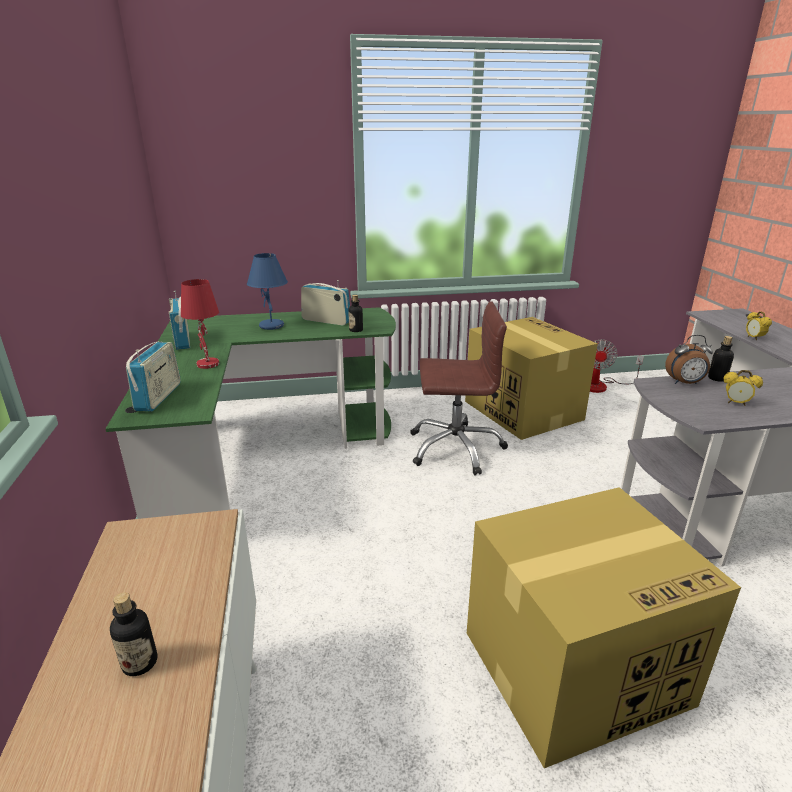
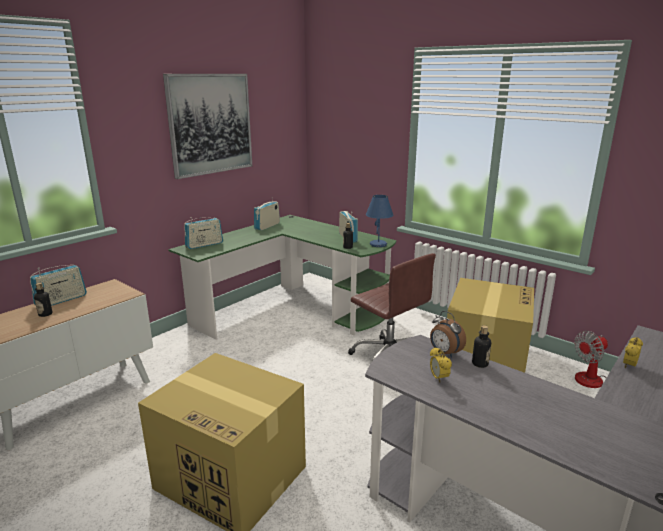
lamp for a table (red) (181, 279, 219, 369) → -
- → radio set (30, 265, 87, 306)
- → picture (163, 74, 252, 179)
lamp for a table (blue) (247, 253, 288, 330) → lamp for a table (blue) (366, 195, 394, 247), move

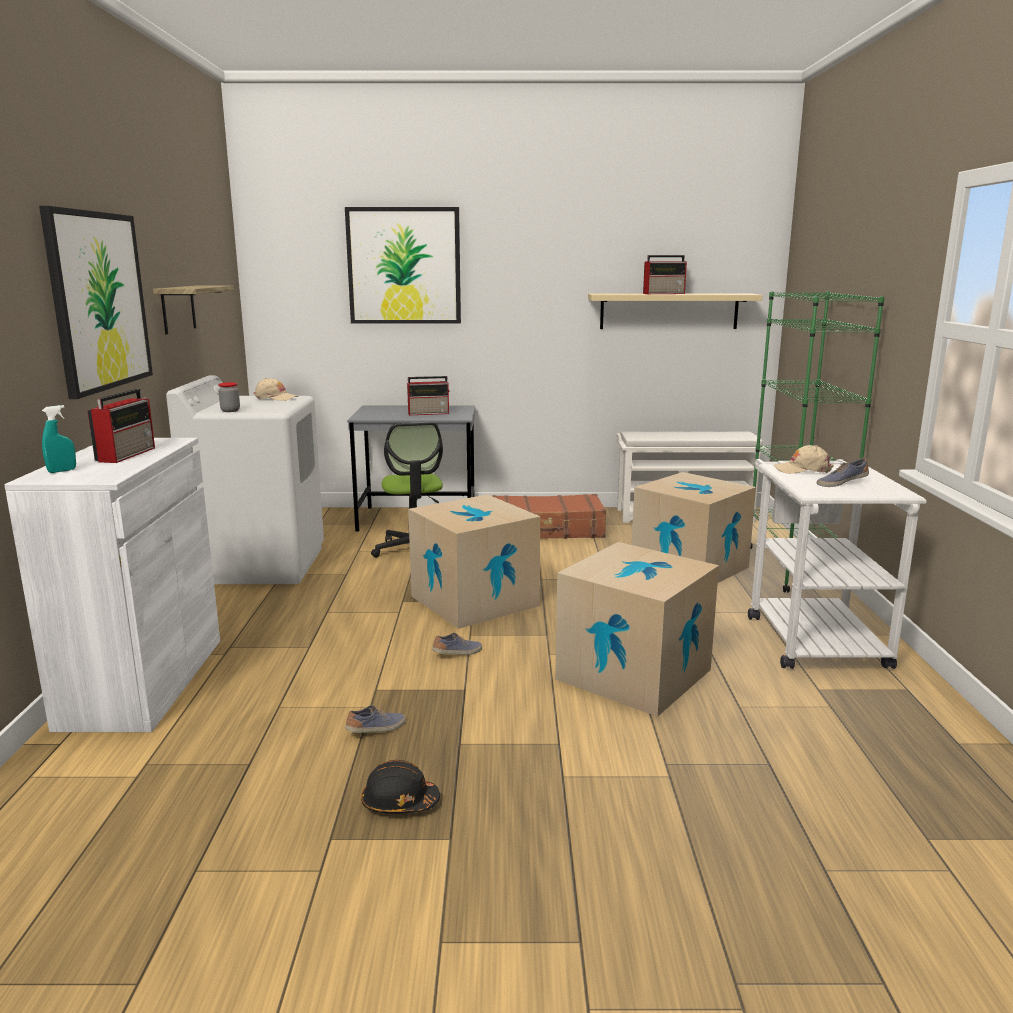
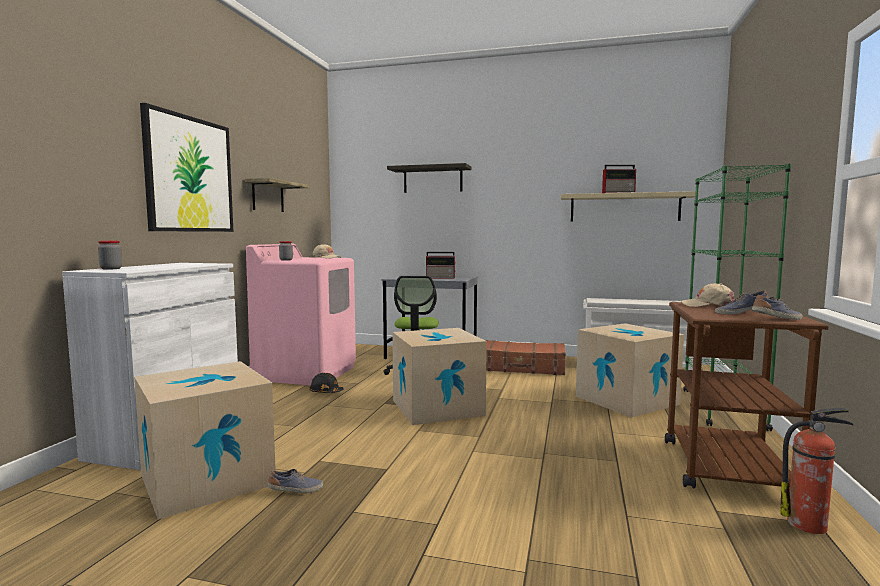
radio set (87, 389, 155, 463) → -
- → fire-fighting cylinder (780, 408, 853, 534)
safety helmet (black-coloured) (361, 760, 440, 814) → safety helmet (black-coloured) (309, 373, 344, 393), move
item of footwear (432, 633, 482, 655) → item of footwear (752, 295, 803, 320), move
packing box (555, 542, 719, 717) → packing box (134, 361, 276, 519), move
spray bottle (blue-green) (42, 405, 76, 473) → jar (98, 241, 122, 270)
picture (345, 207, 461, 324) → wall shelf (387, 163, 471, 193)
washing machine (white-coloured) (166, 376, 324, 584) → washing machine (pinkish) (246, 244, 356, 386)
trolley (white-coloured) (748, 459, 927, 669) → trolley (brown) (665, 302, 828, 489)

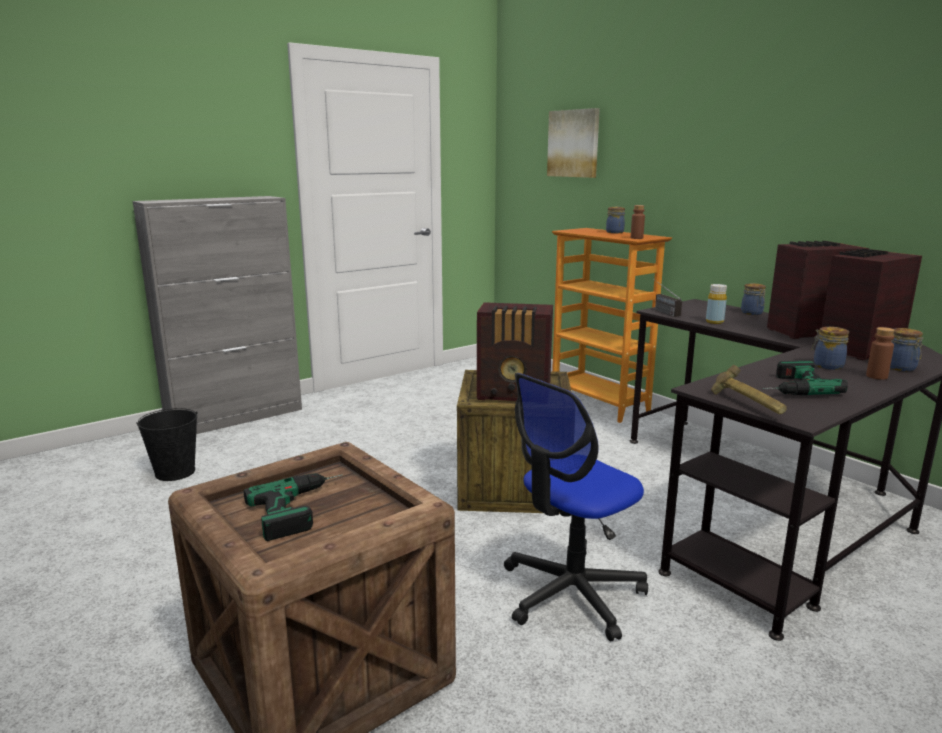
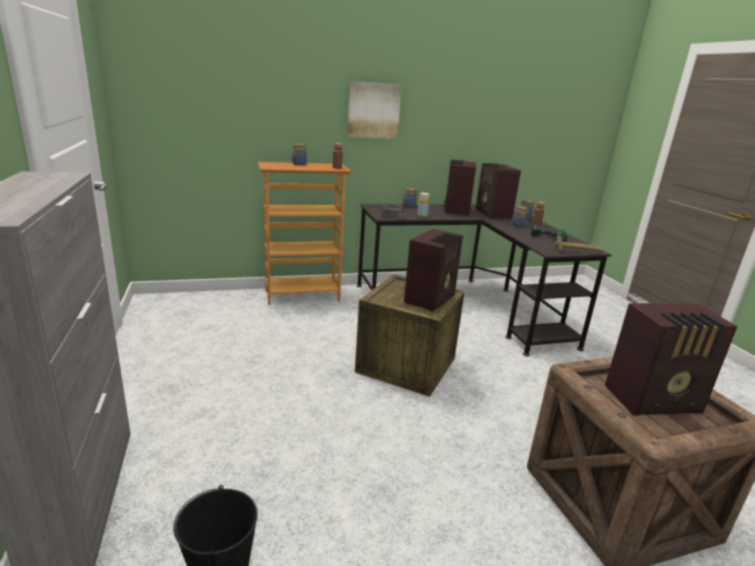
desk chair (504, 373, 648, 641) → -
picture (547, 108, 600, 178) → picture (347, 81, 402, 139), move
drill (244, 473, 342, 541) → radio set (605, 303, 738, 416)

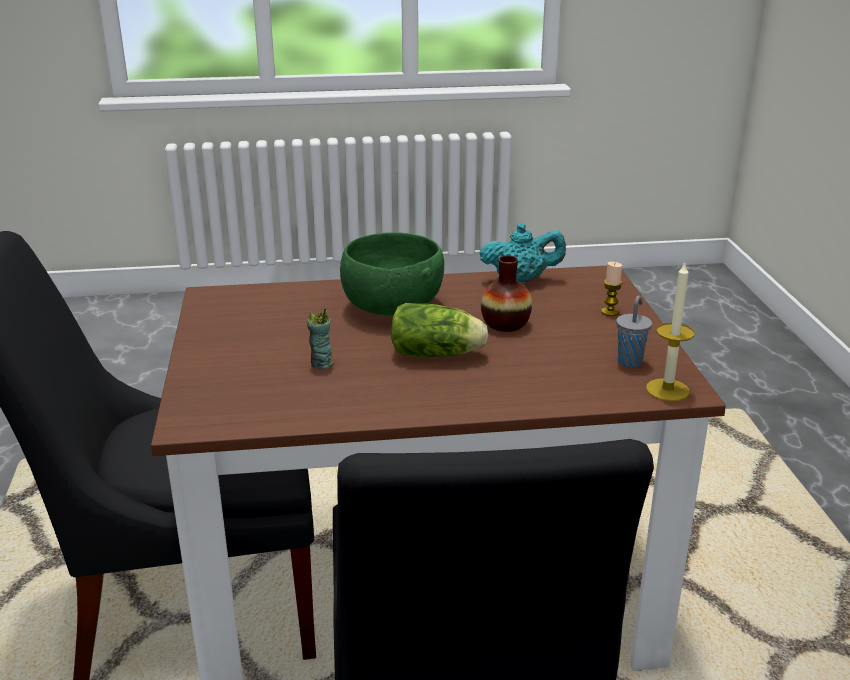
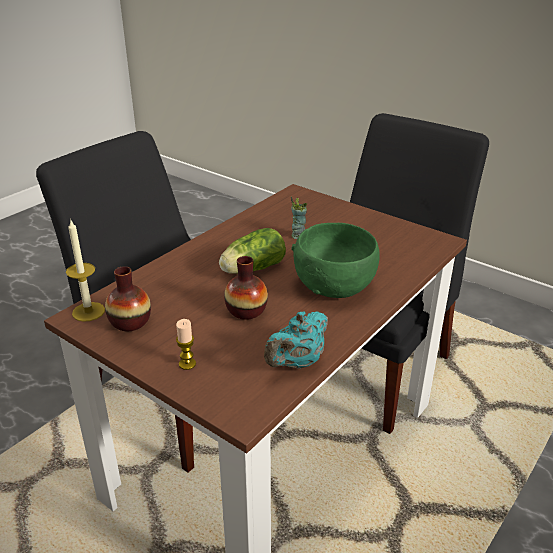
drinking cup (grey) (616, 296, 652, 368) → decorative vase (105, 266, 151, 331)

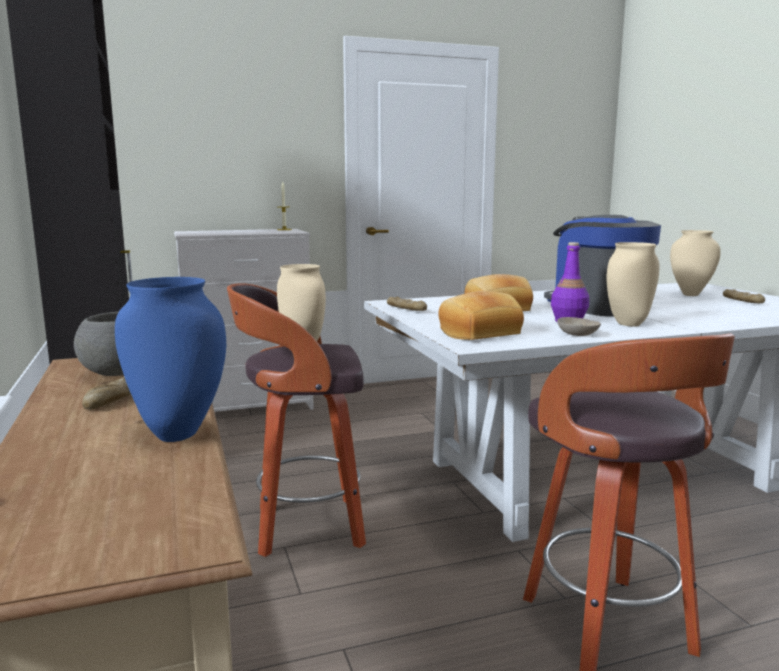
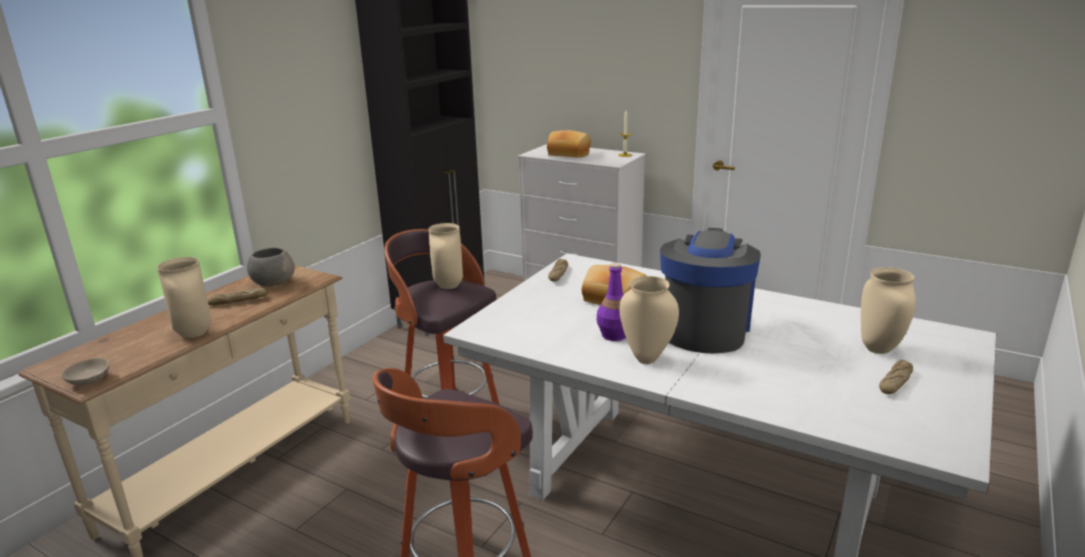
baked bread (438, 291, 524, 340) → baked bread (547, 130, 591, 158), move
bowl (beige) (557, 317, 601, 336) → bowl (beige) (61, 358, 109, 385), move
decorative vase (blue) (115, 277, 226, 442) → decorative vase (beige) (157, 257, 212, 338)

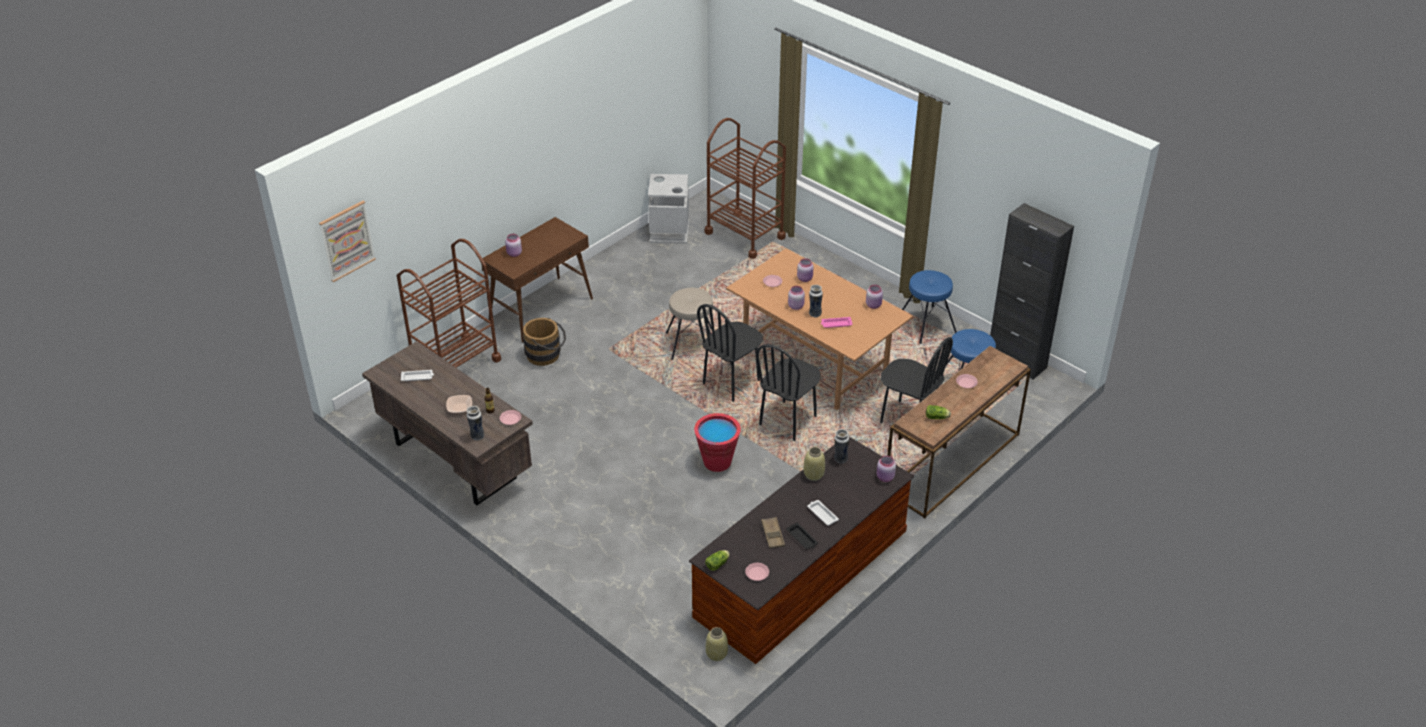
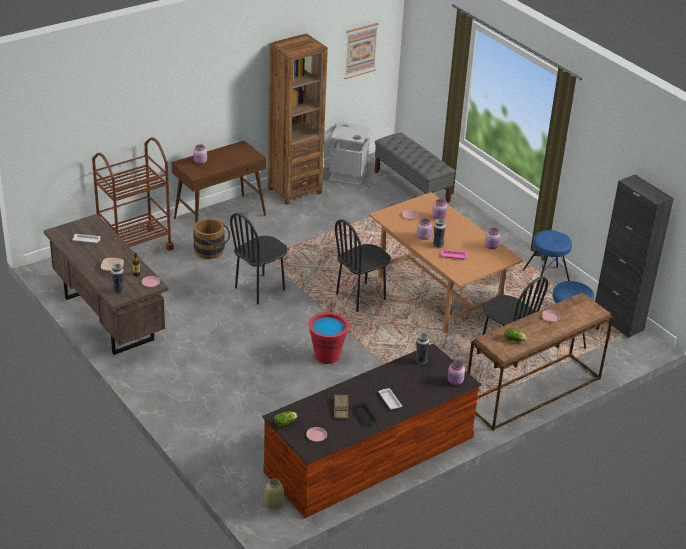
sitting stool (beige) (666, 288, 713, 360) → -
decorative vase (beige) (804, 447, 825, 481) → -
- → bookshelf (brown) (268, 33, 328, 205)
picture (319, 201, 376, 282) → picture (344, 23, 379, 79), move
chair (black-coloured) (756, 344, 821, 441) → chair (black-coloured) (230, 213, 288, 304), move
trolley (brown) (705, 118, 786, 259) → long seat (grey) (375, 133, 455, 203)

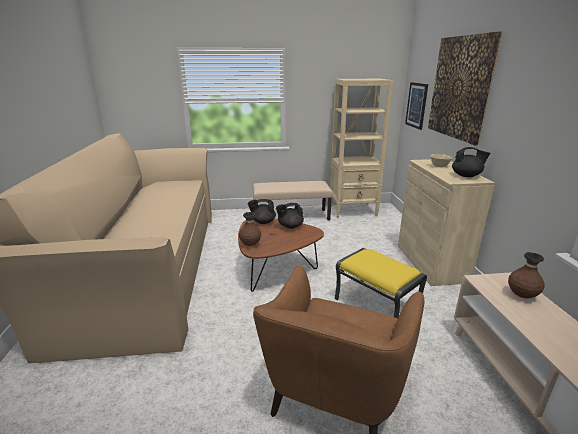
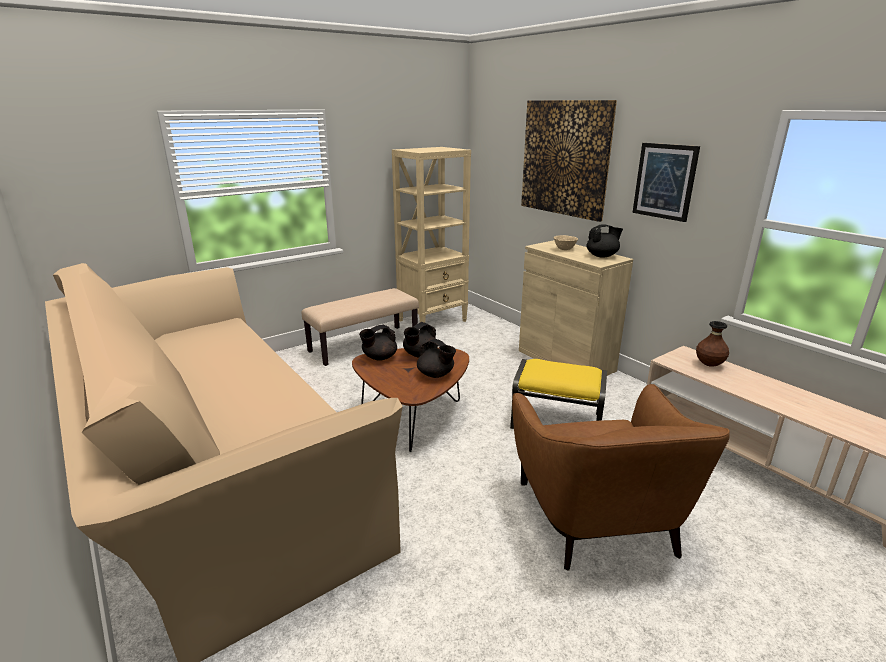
decorative vase (brown) (239, 212, 261, 246) → -
- → teapot (black-coloured) (417, 339, 456, 378)
picture (405, 82, 428, 130) → picture (632, 143, 700, 222), move

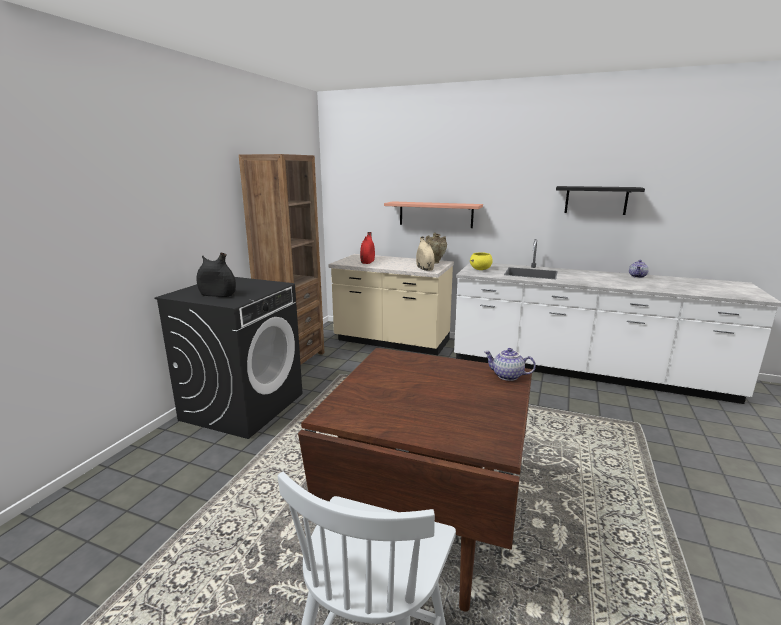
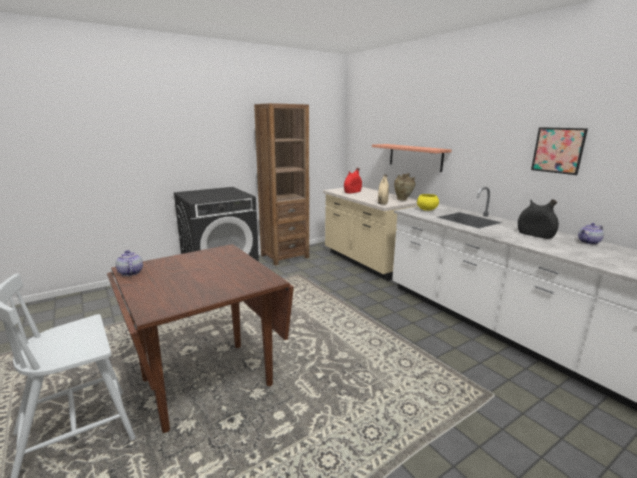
decorative vase (black-coloured) (196, 253, 236, 297) → decorative vase (black-coloured) (518, 199, 559, 239), move
teapot (484, 348, 536, 381) → teapot (116, 250, 143, 276), move
wall shelf (black-coloured) (556, 186, 645, 215) → picture (531, 127, 588, 175)

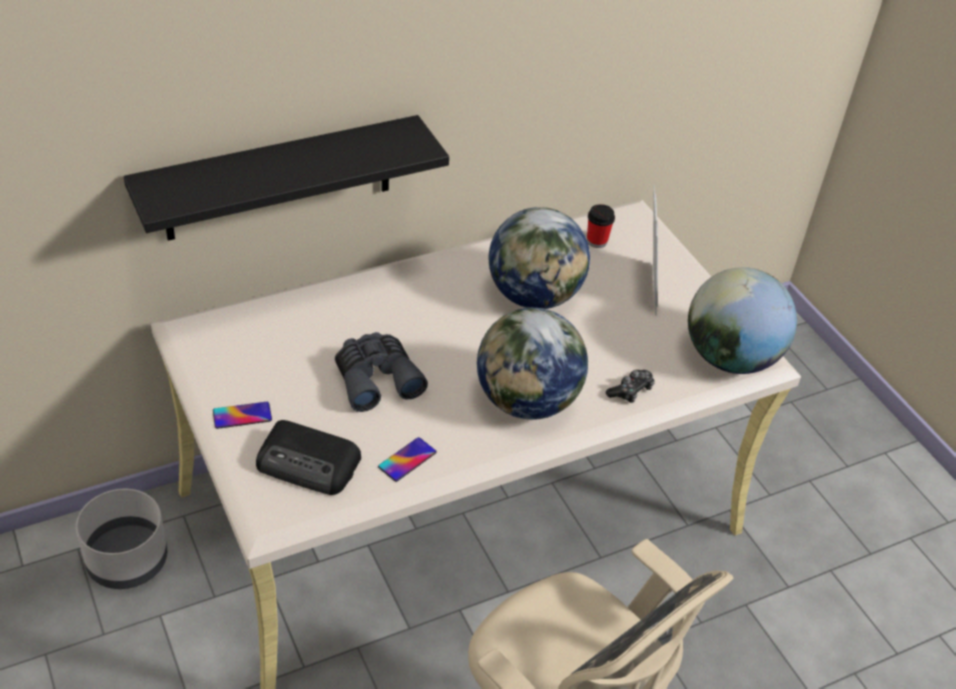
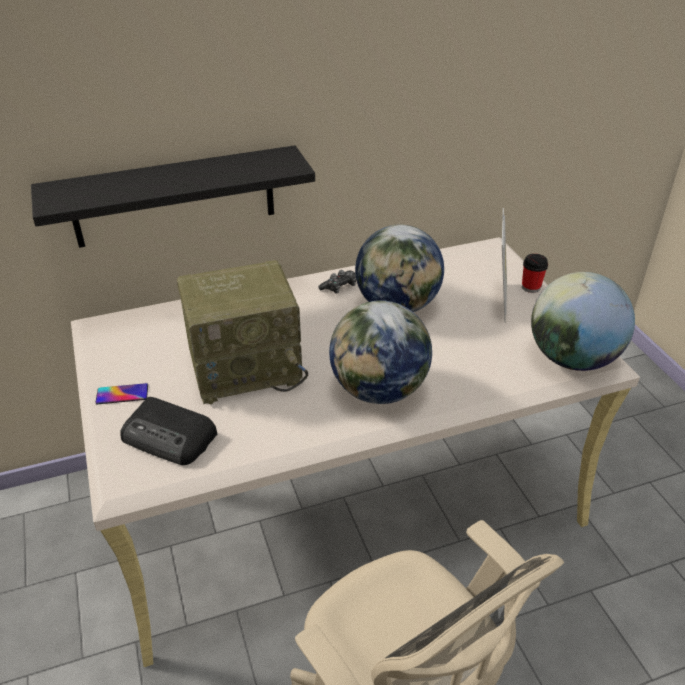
flower pot (grey) (76, 489, 167, 589) → -
phone (378, 437, 437, 482) → -
drinking cup (587, 204, 615, 248) → drinking cup (522, 254, 548, 293), move
gamepad (606, 370, 655, 403) → gamepad (318, 270, 356, 294), move
field glasses (grey) (335, 332, 428, 412) → radio set (177, 260, 308, 404)

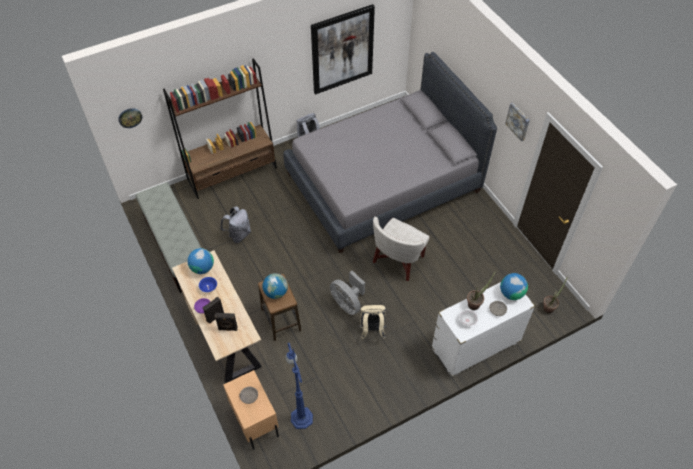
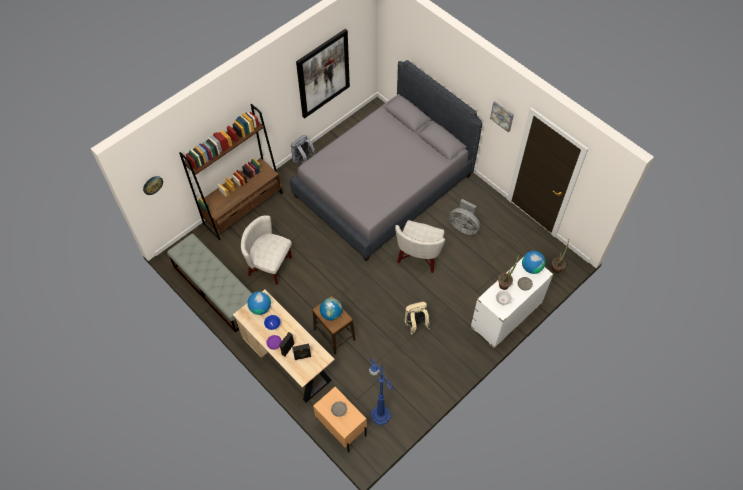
cooling fan (grey) (330, 271, 365, 315) → cooling fan (grey) (449, 199, 480, 235), move
knapsack (grey) (220, 206, 251, 243) → armchair (white-coloured) (241, 215, 292, 285)

